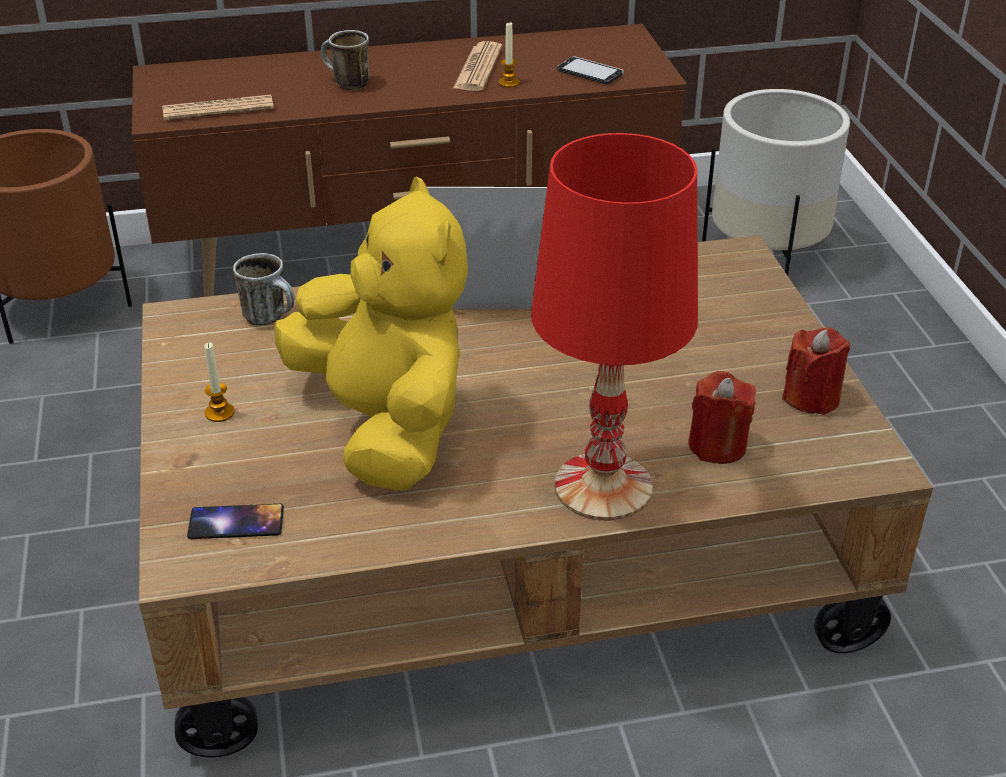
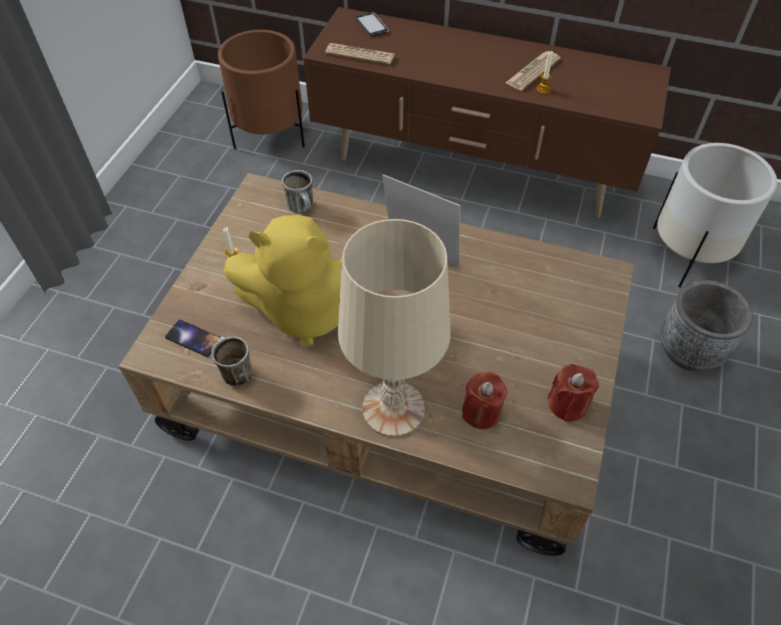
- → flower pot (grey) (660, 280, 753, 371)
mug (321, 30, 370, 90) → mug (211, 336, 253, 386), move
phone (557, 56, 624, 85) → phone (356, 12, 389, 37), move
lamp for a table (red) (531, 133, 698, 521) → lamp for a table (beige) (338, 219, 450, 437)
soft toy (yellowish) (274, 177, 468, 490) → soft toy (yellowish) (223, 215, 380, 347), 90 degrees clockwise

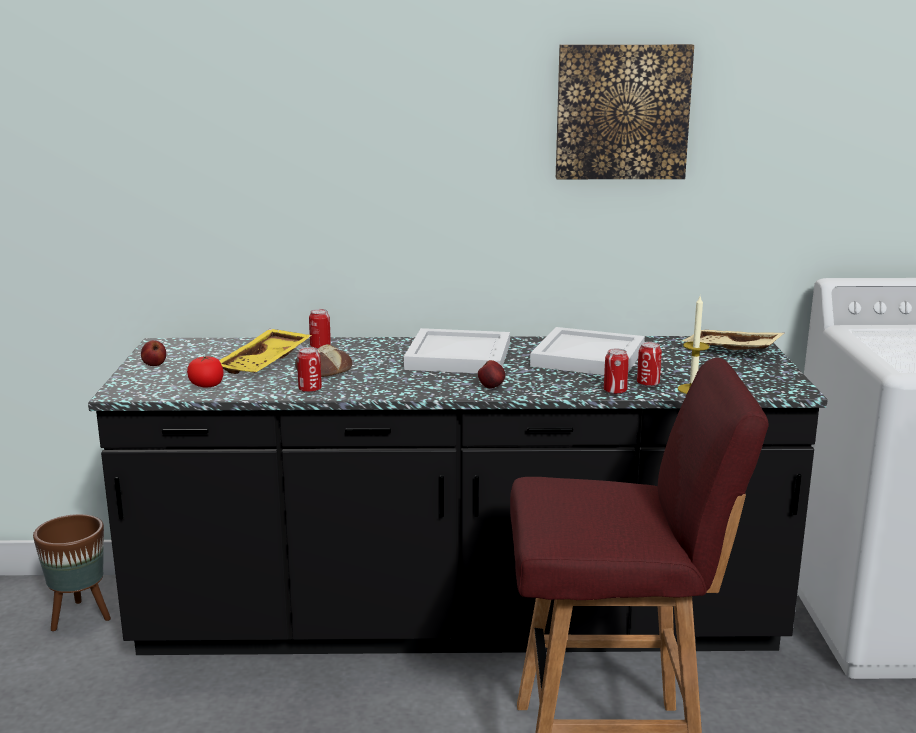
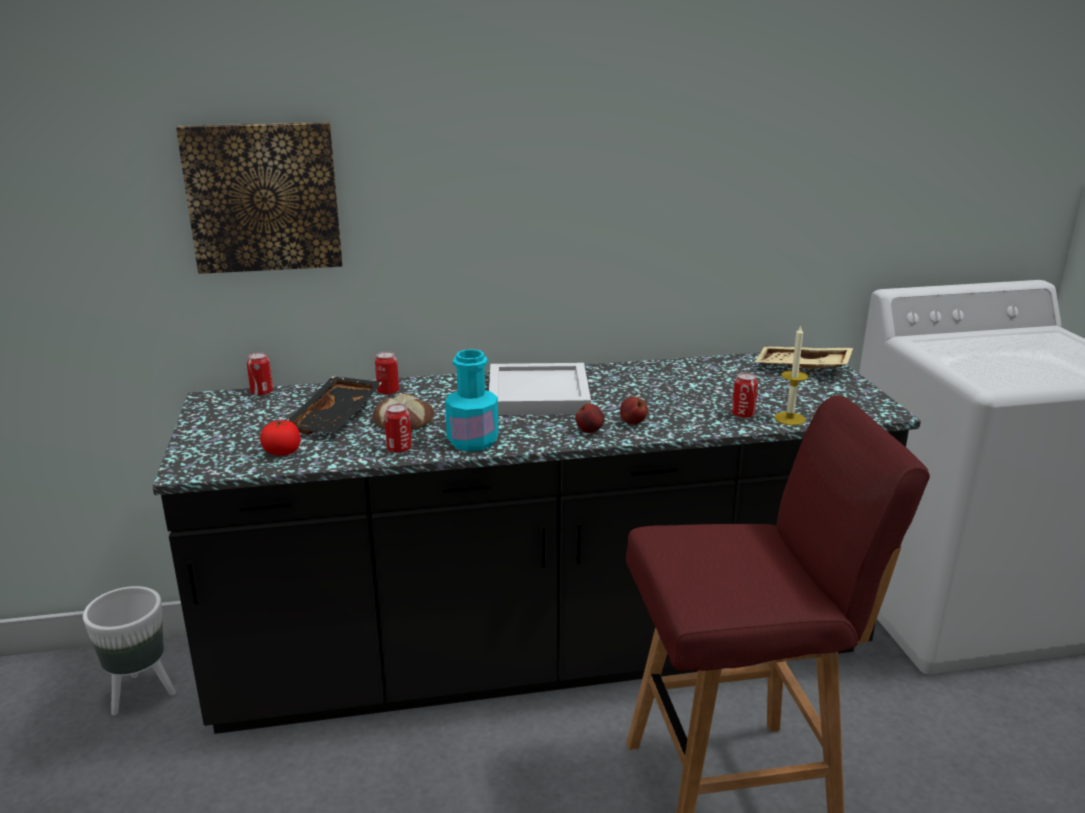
tray (white-coloured) (530, 327, 645, 375) → -
- → beverage bottle (blue-green) (445, 349, 499, 451)
apple (141, 340, 166, 366) → apple (620, 397, 648, 425), move
picture (556, 44, 694, 179) → picture (176, 122, 343, 274), move
sealed can (604, 349, 629, 395) → sealed can (247, 352, 273, 396), move
flower pot (brown) (33, 514, 111, 631) → flower pot (white-coloured) (83, 586, 176, 715)
tray (yellowish) (219, 329, 312, 374) → tray (black-coloured) (288, 376, 383, 434)

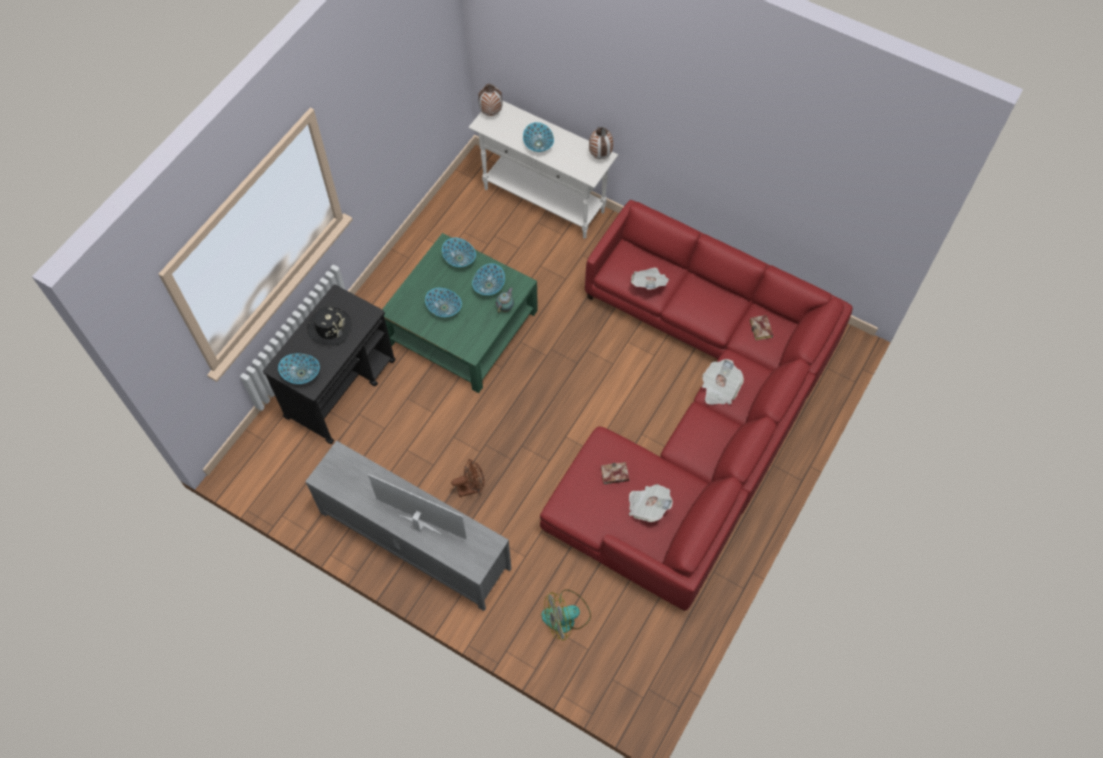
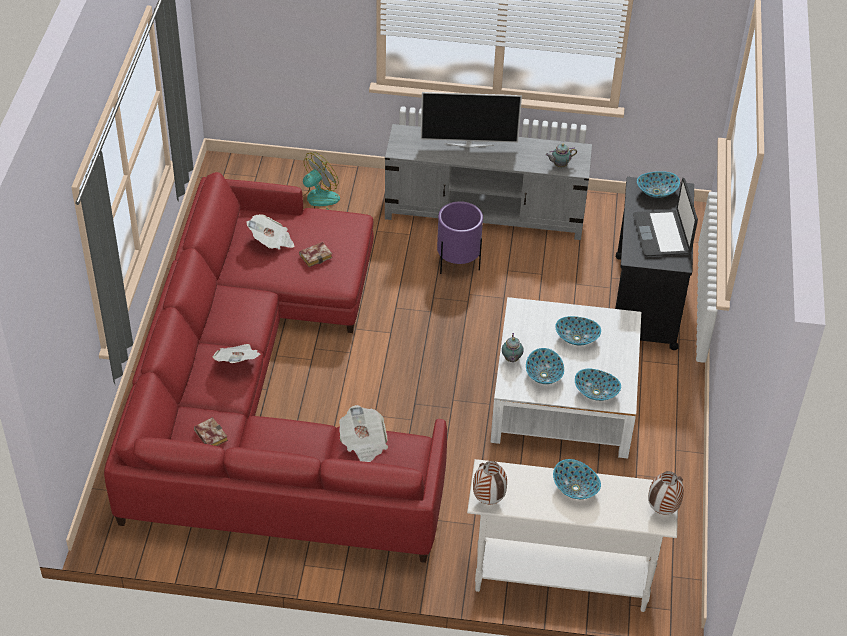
- → teapot (545, 144, 577, 167)
hat (black-coloured) (307, 307, 352, 346) → notebook computer (633, 178, 698, 256)
cooling fan (brown) (451, 459, 485, 497) → flower pot (purple-coloured) (437, 201, 483, 274)
coffee table (greenish) (382, 233, 538, 393) → coffee table (white-coloured) (490, 297, 641, 459)

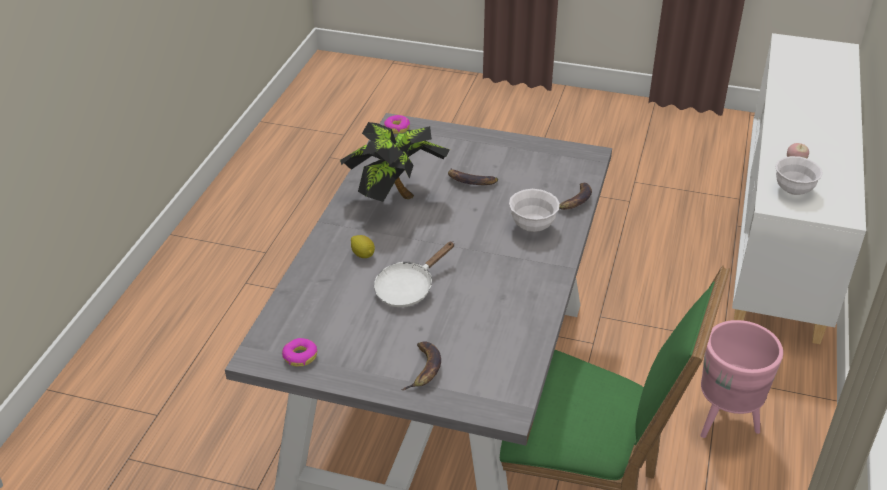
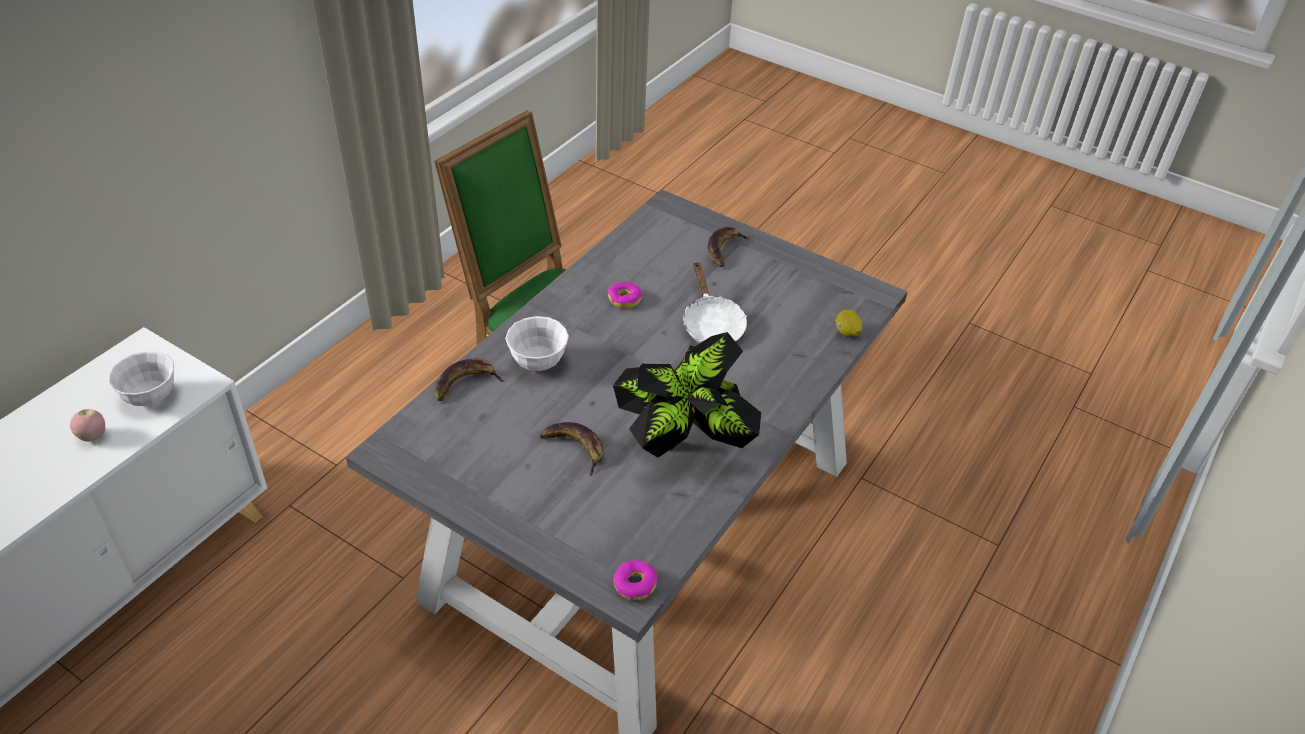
flower pot (pinkish) (701, 320, 783, 438) → -
donut (282, 338, 317, 367) → donut (608, 282, 642, 308), move
lemon (351, 235, 375, 258) → lemon (836, 310, 862, 336), move
skillet (white-coloured) (374, 242, 454, 307) → skillet (white-coloured) (683, 262, 747, 343), 105 degrees clockwise

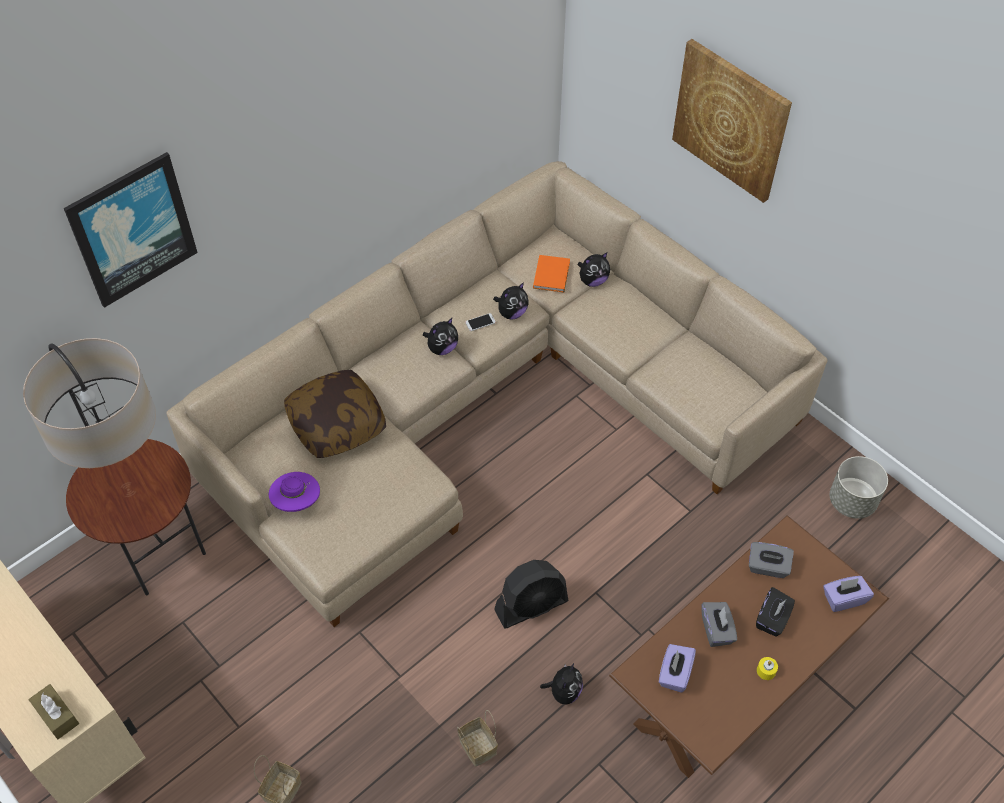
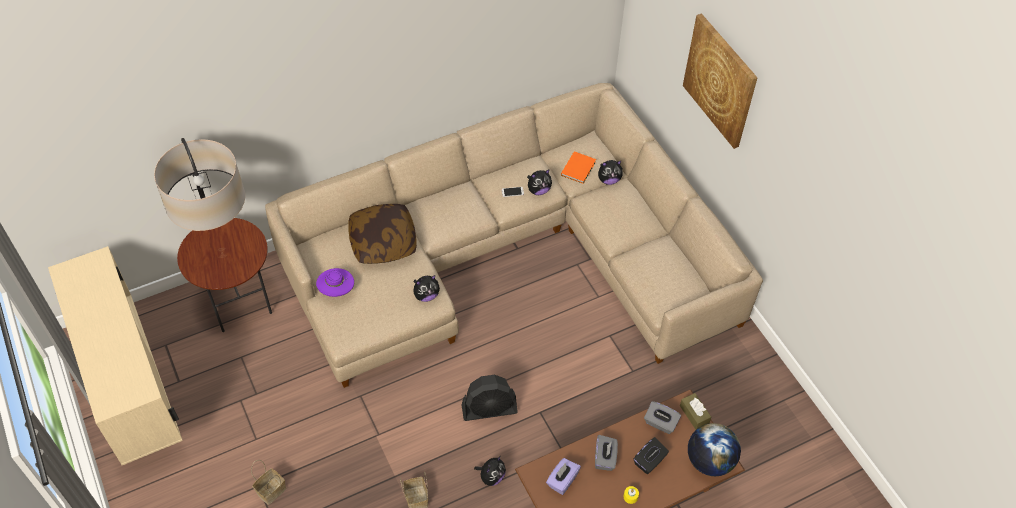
picture (64, 152, 198, 308) → -
flower pot (grey) (830, 456, 888, 519) → -
tissue holder (brown) (28, 684, 79, 739) → tissue holder (brown) (680, 393, 711, 429), move
soft toy (423, 318, 458, 355) → soft toy (413, 275, 440, 302), move
tissue holder (purple-coloured) (823, 576, 874, 612) → globe (688, 423, 741, 476)

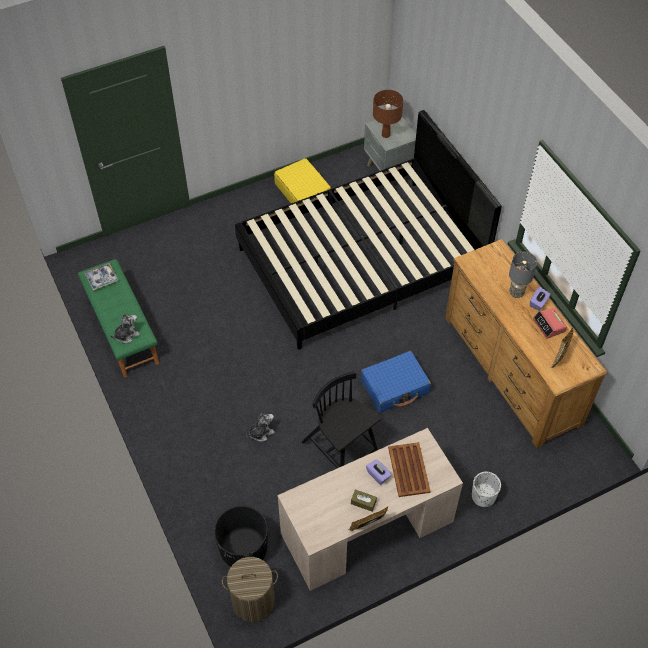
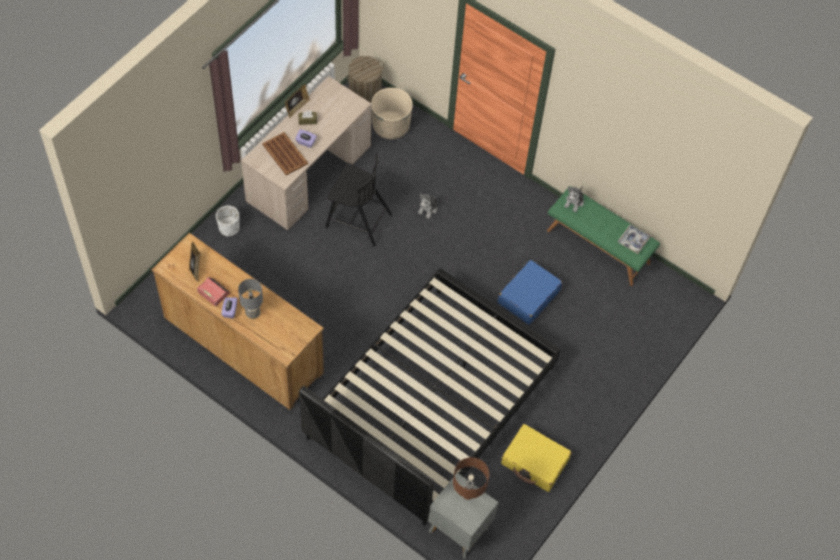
piece of luggage (blue) (361, 351, 431, 413) → piece of luggage (blue) (498, 260, 562, 325), move
flower pot (black-coloured) (214, 505, 268, 567) → flower pot (beige) (371, 88, 413, 139)

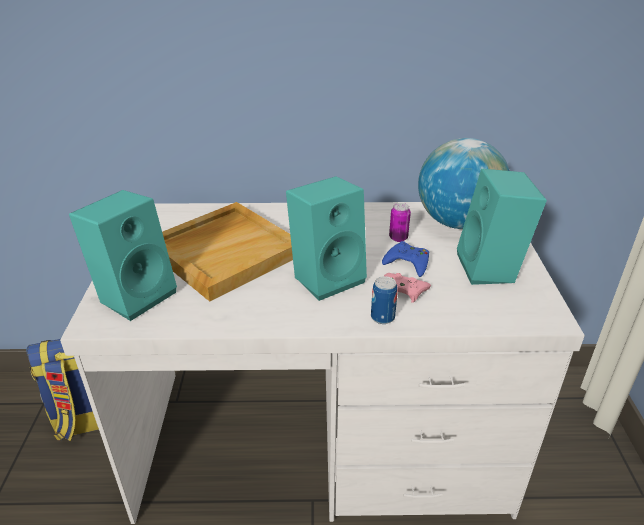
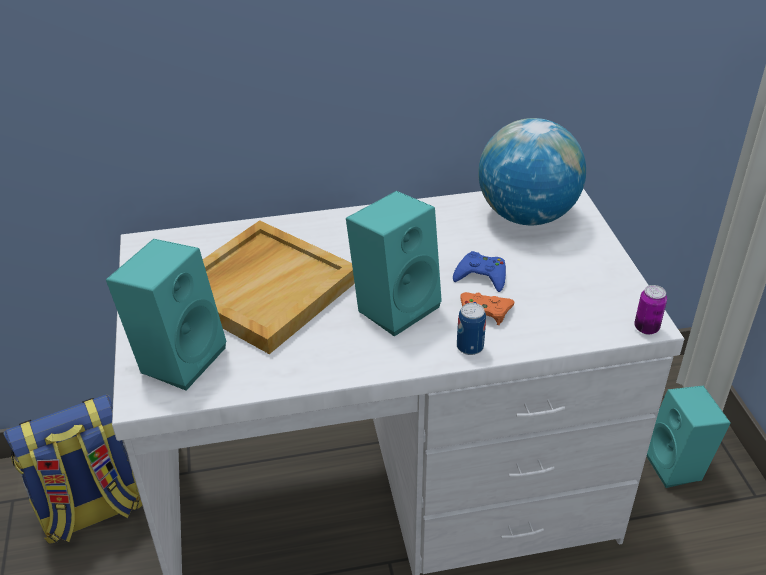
sealed can (389, 203, 411, 242) → sealed can (634, 285, 667, 334), move
loudspeaker (blue-green) (457, 169, 547, 285) → loudspeaker (blue-green) (647, 386, 731, 488), move
gamepad (pinkish) (384, 273, 431, 303) → gamepad (orange) (460, 292, 514, 325)

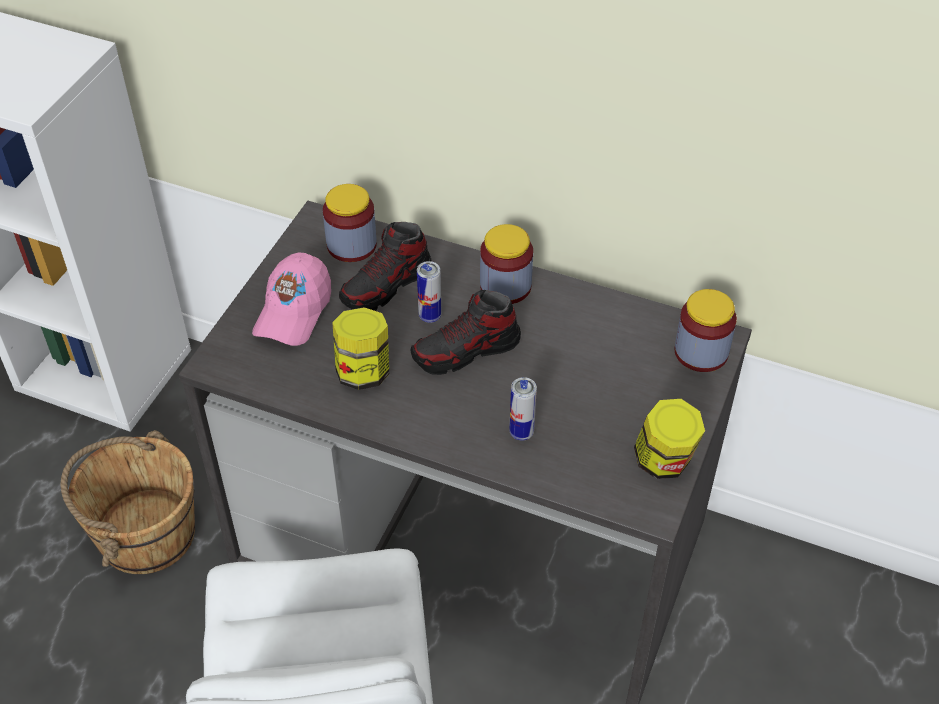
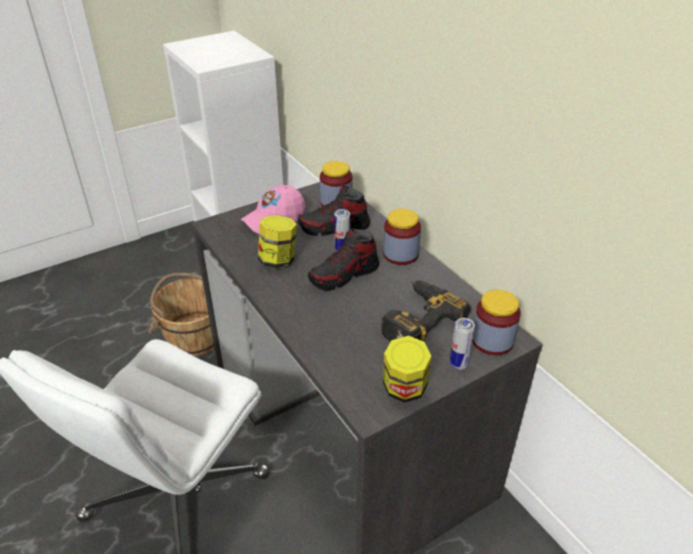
- → drill (381, 281, 471, 342)
sealed can (509, 377, 537, 441) → sealed can (450, 318, 475, 370), move
item of footwear (410, 290, 521, 375) → item of footwear (308, 228, 379, 291), 45 degrees counterclockwise

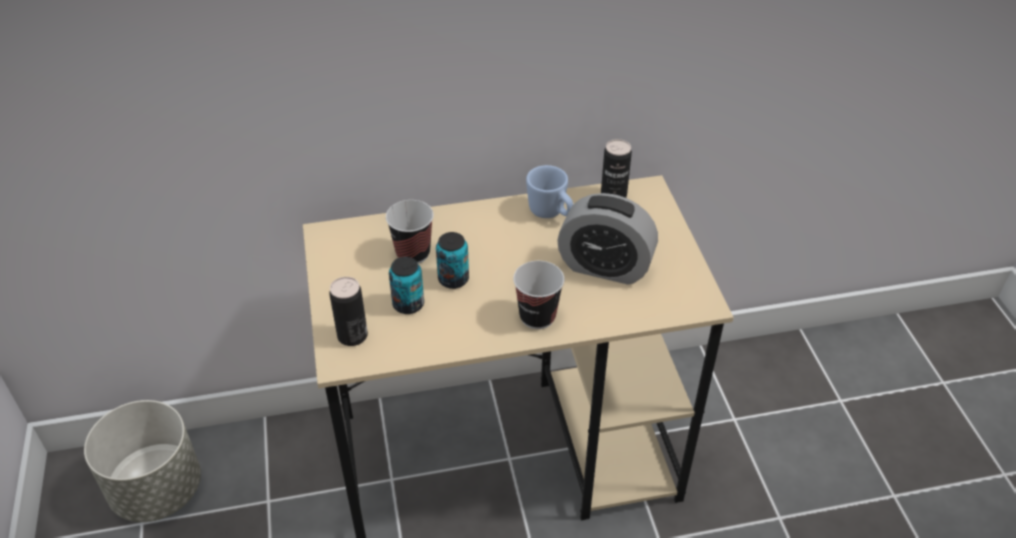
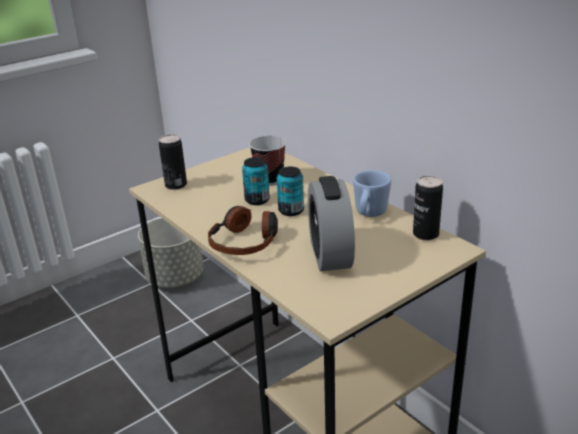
sealed can (389, 257, 424, 314) → sealed can (277, 166, 304, 216), move
drinking cup (513, 261, 564, 329) → pair of headphones (208, 206, 278, 255)

